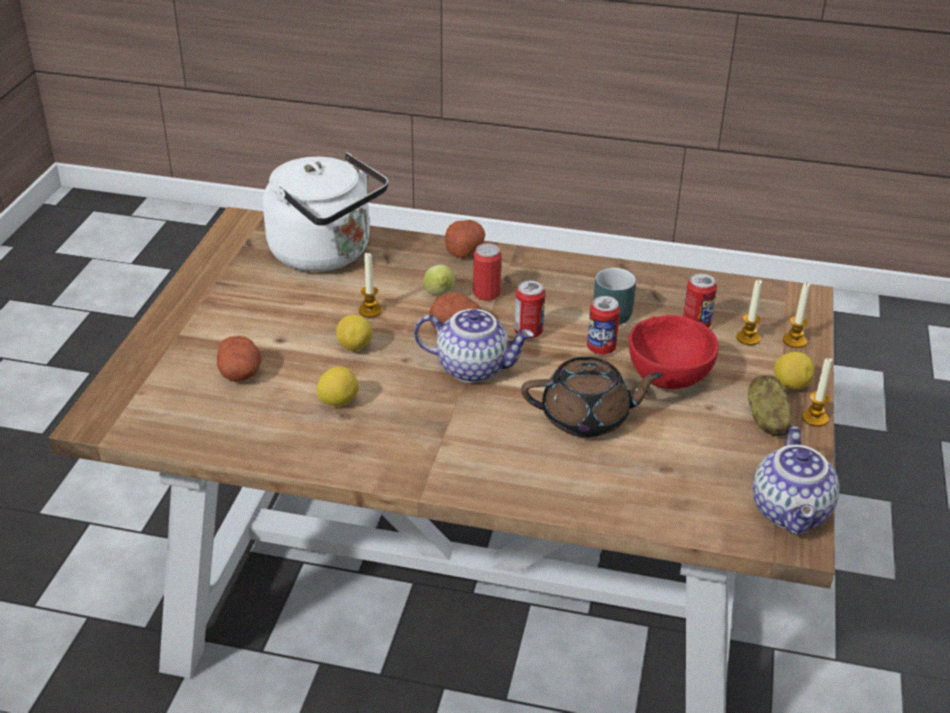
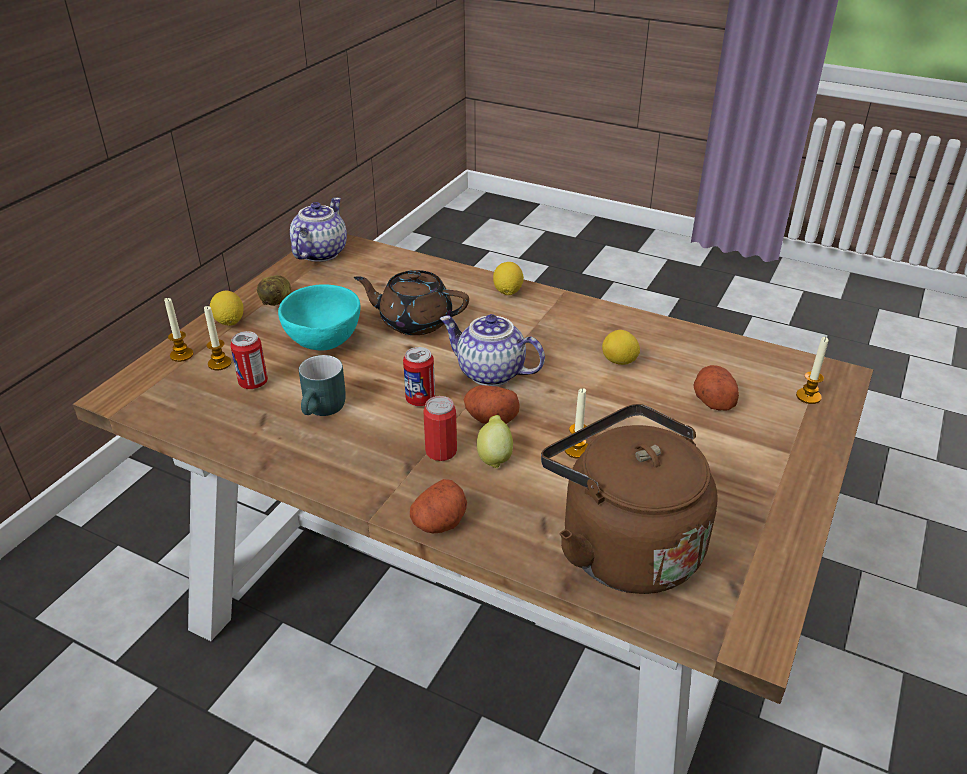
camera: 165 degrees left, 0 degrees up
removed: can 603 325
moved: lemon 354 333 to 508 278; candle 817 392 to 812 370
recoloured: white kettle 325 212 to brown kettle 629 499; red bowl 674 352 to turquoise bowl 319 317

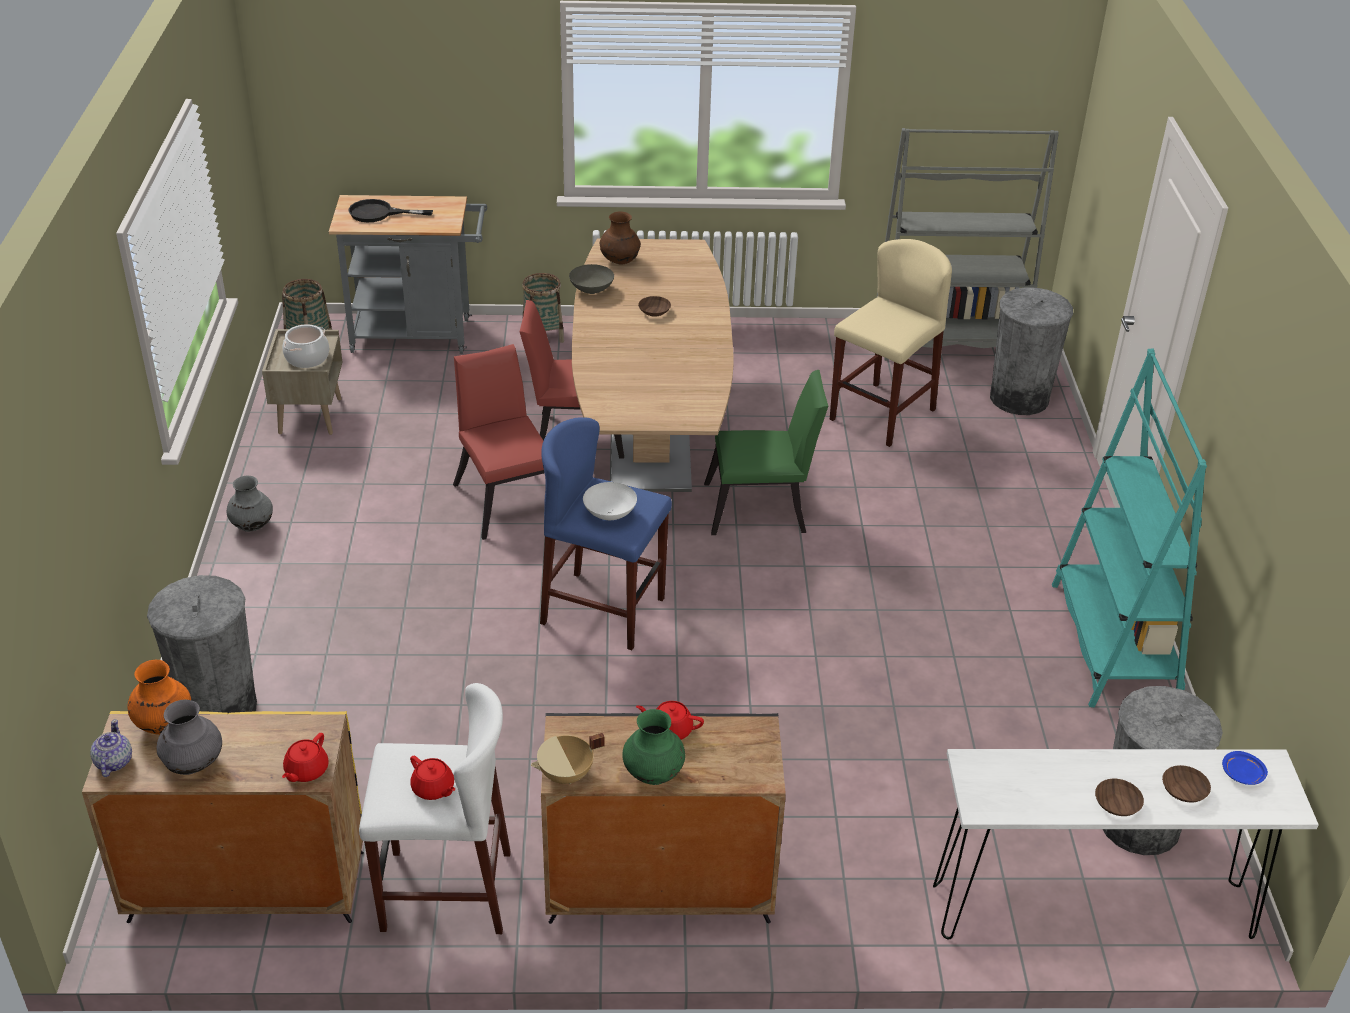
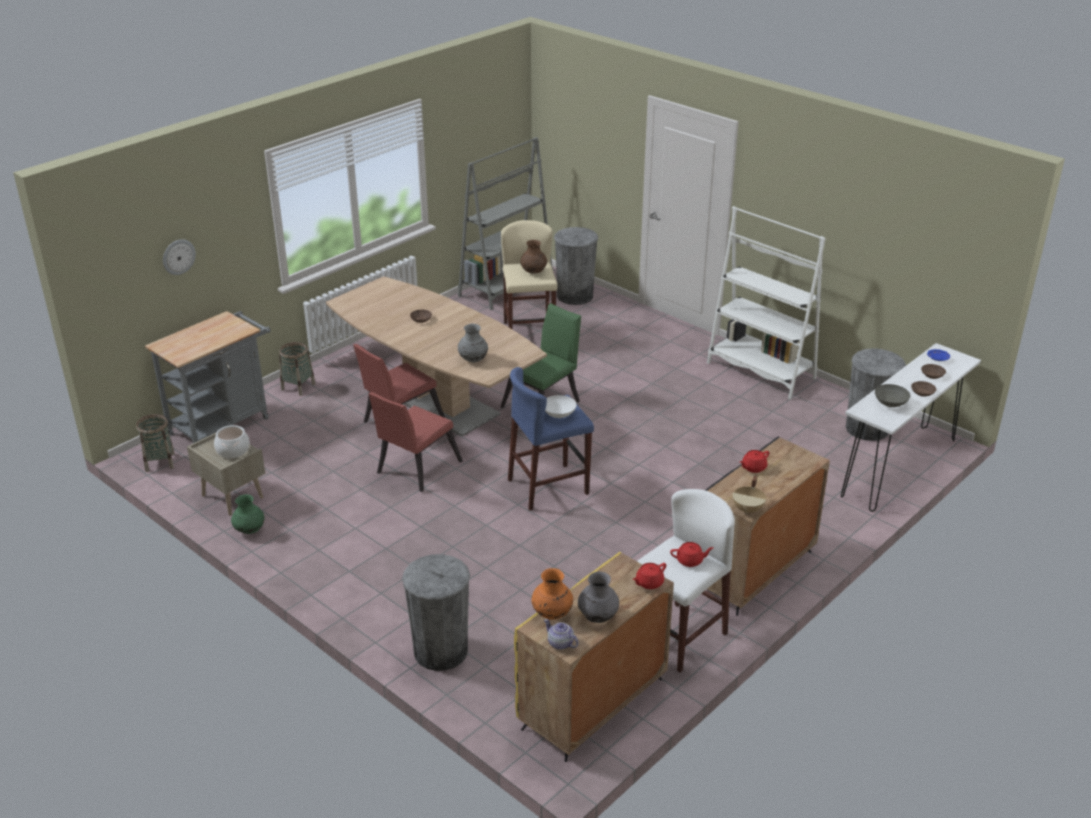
camera: 45 degrees left, 5 degrees down
removed: black frying pan 391 210
added: wall clock 179 257
moved: brown vase 620 238 to 533 257; grey bowl 591 279 to 892 395; grey vase 250 504 to 473 343; green vase 653 747 to 247 514
recoloured: turquoise bookcase 1129 527 to white bookcase 766 302
turned: red chair 498 442 = 415 442 75 degrees counterclockwise; red teapot 305 757 = 649 576 75 degrees clockwise

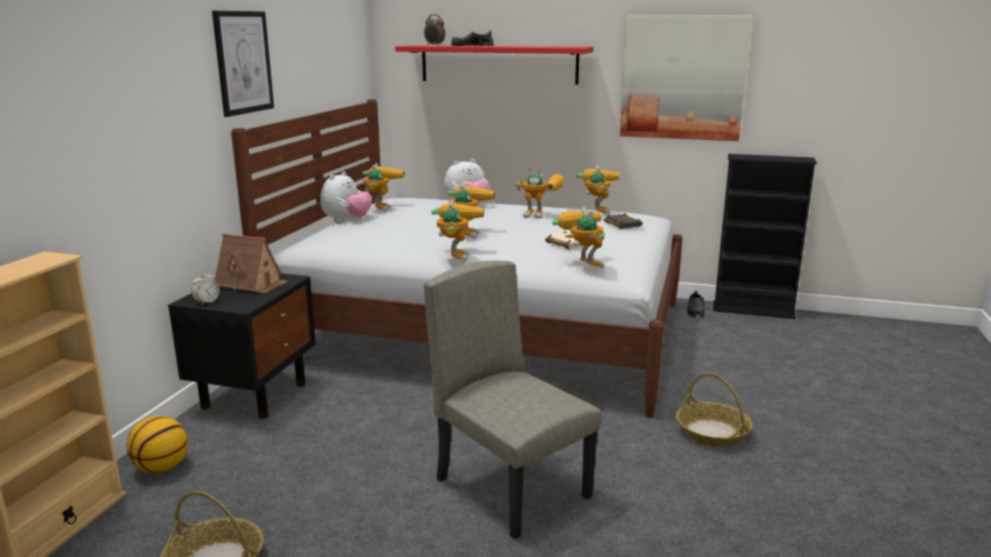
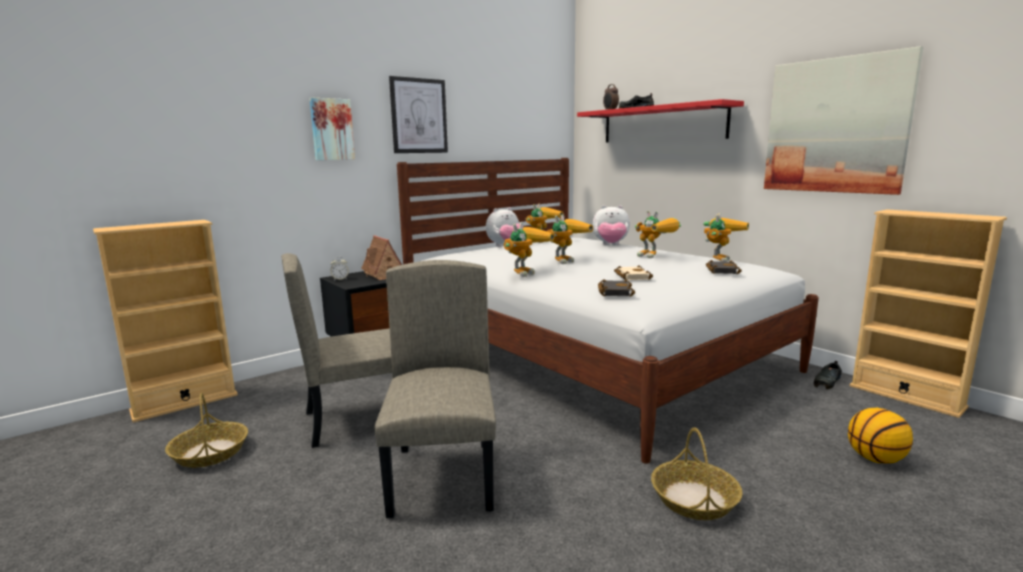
camera: 35 degrees right, 5 degrees down
added: picture 332 128; beige chair 336 350
moved: basketball 157 444 to 880 436
replaced: toy robot 578 237 to black book 616 288
recoloured: black bookcase 765 236 to beige bookcase 928 313

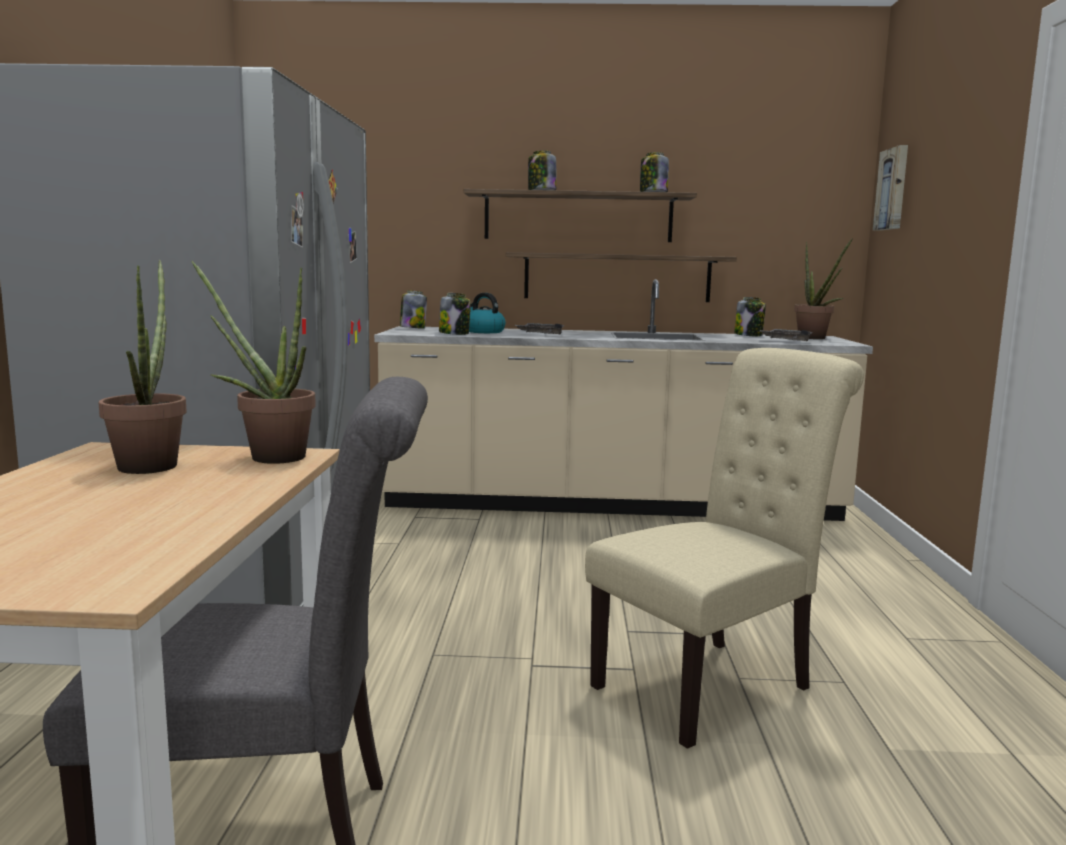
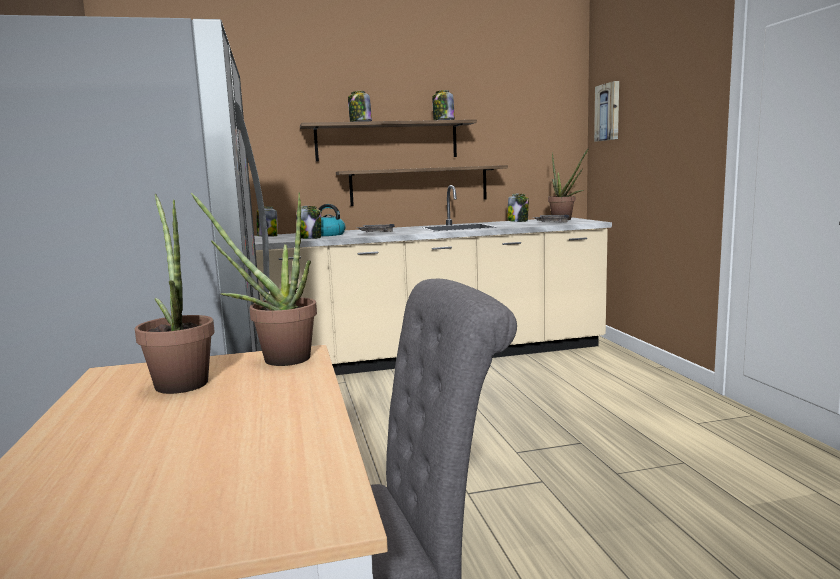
camera: 15 degrees left, 0 degrees up
removed: beige chair 724 548

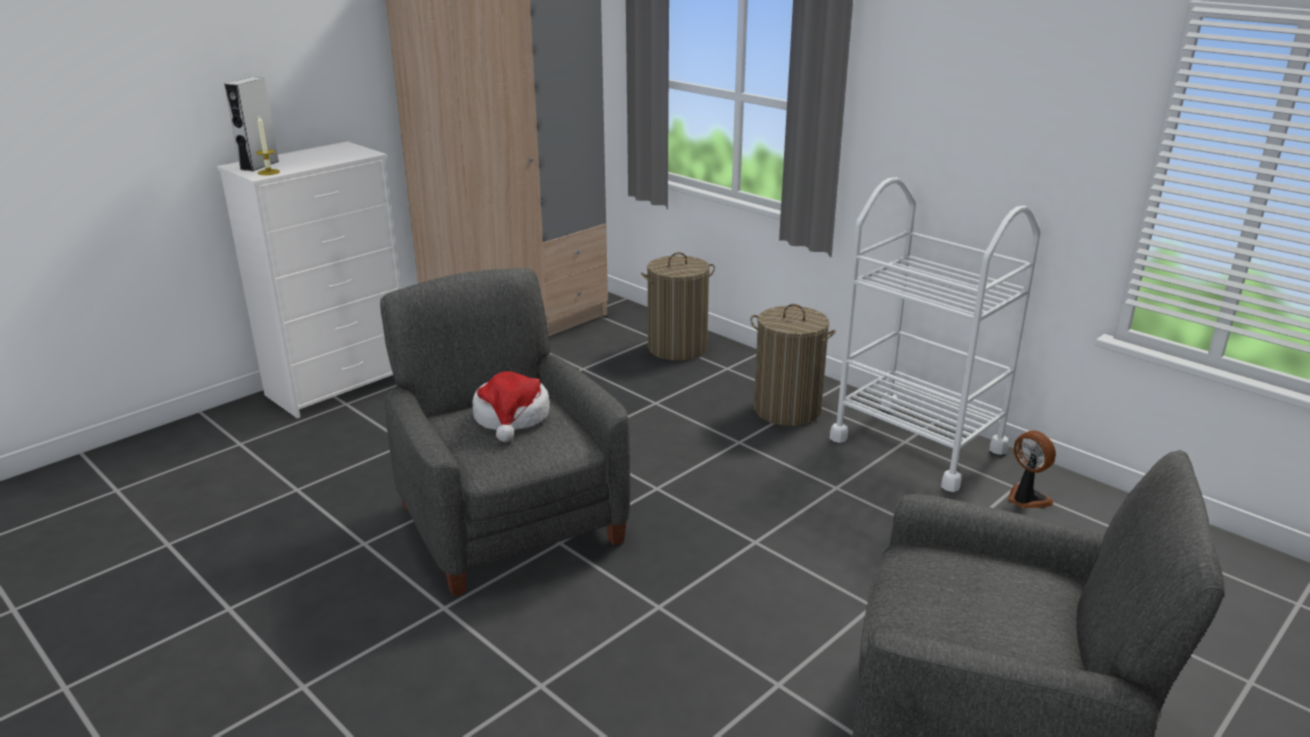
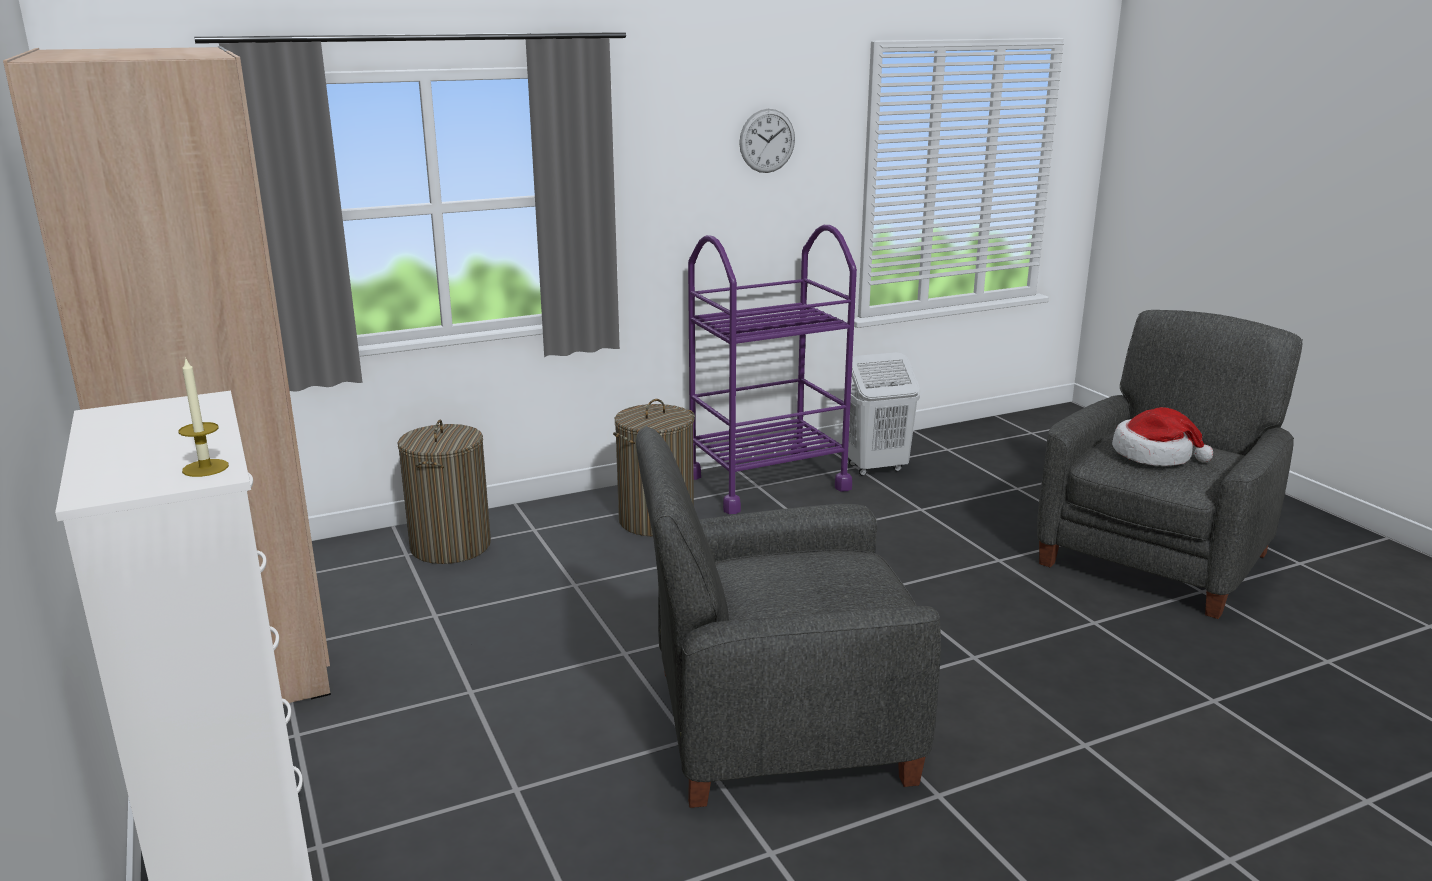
camera: 70 degrees left, 5 degrees down
removed: grey speaker 251 124
added: wall clock 767 141
moved: hat 511 406 to 1162 436
replaced: fan 1032 469 to white laundry basket 881 414
recoloured: white cart 935 334 to purple cart 772 369

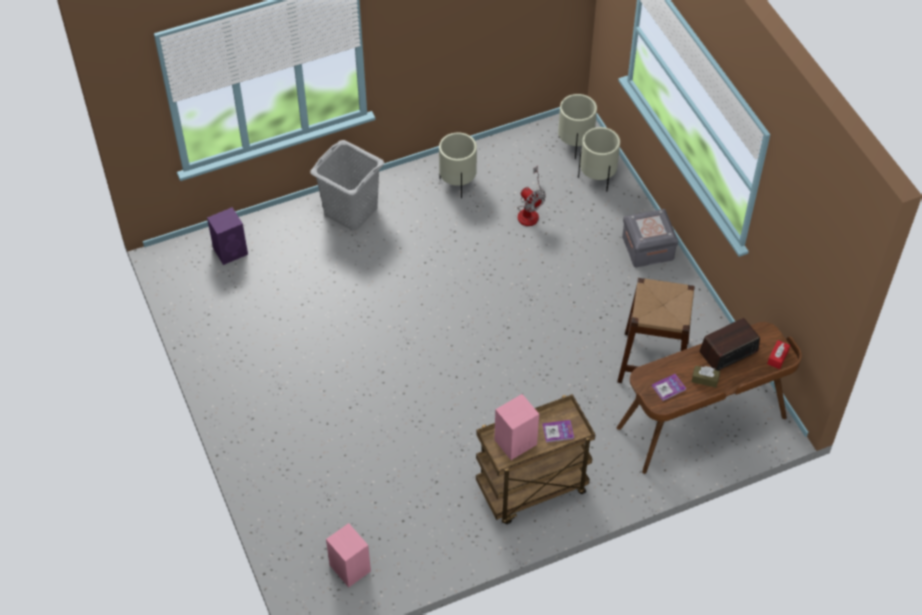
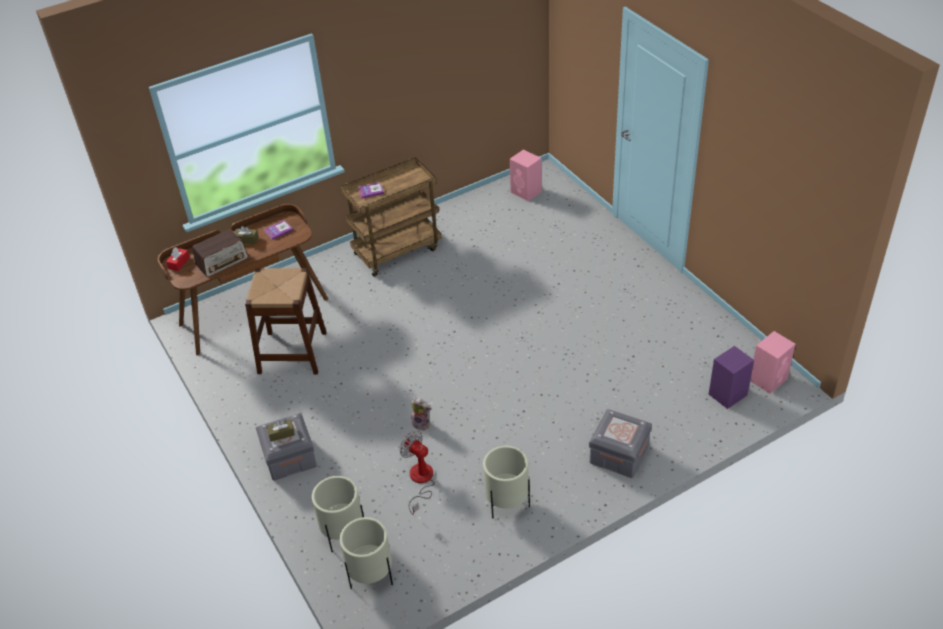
camera: 175 degrees right, 10 degrees down
added: plush toy 421 414; brown tissue box 281 430
moved: pink speaker 516 427 to 772 362
replaced: grey laundry basket 347 185 to grey storage box 620 443

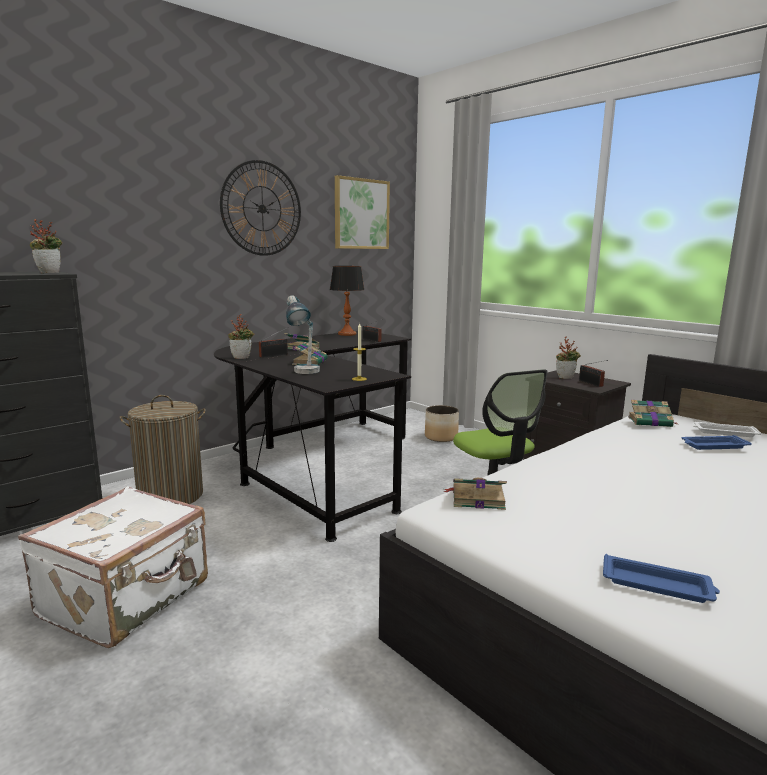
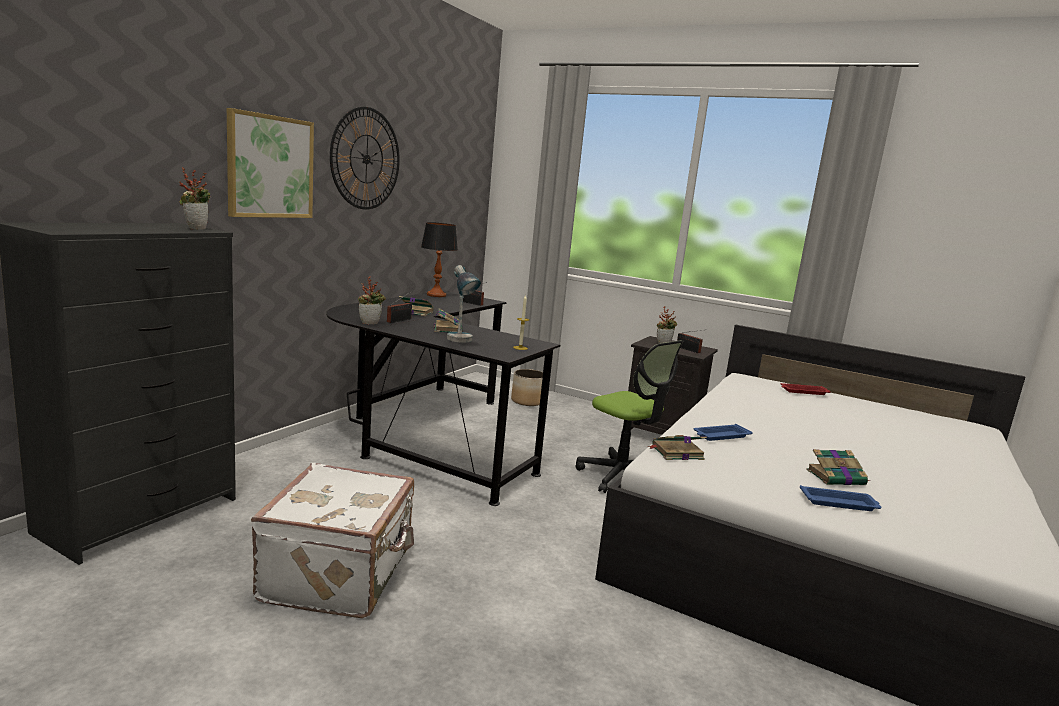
camera: 20 degrees left, 0 degrees up
removed: laundry basket 162 449
moved: picture 362 212 to 270 163; book 652 413 to 838 467; blue tray 717 442 to 723 432
recoloured: white tray 727 429 to red tray 806 389

